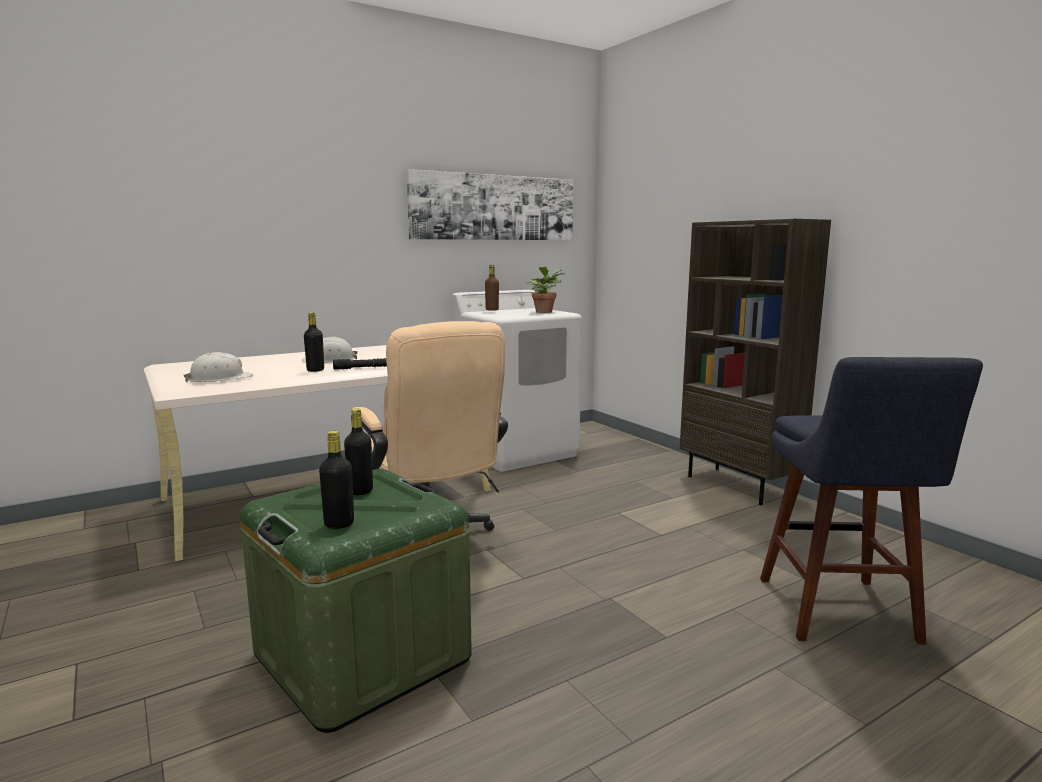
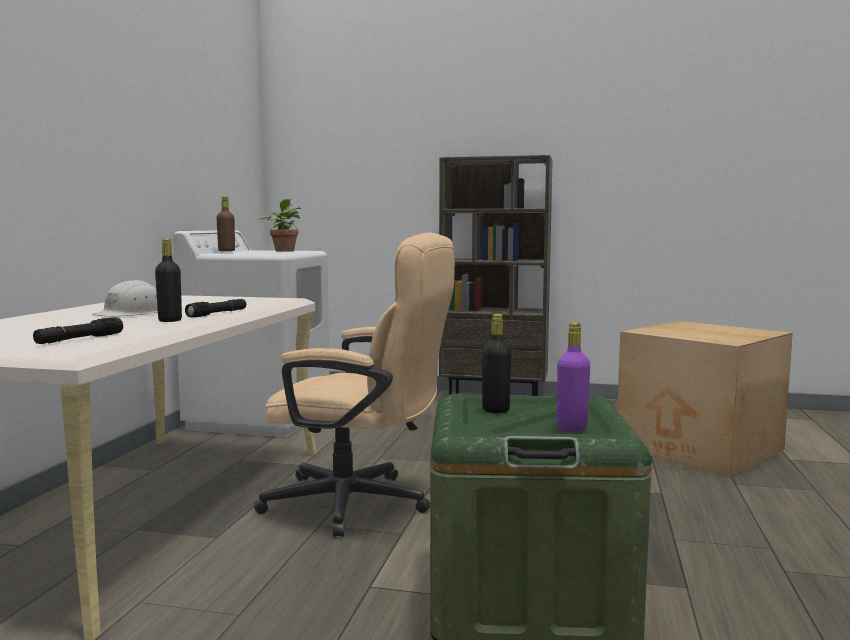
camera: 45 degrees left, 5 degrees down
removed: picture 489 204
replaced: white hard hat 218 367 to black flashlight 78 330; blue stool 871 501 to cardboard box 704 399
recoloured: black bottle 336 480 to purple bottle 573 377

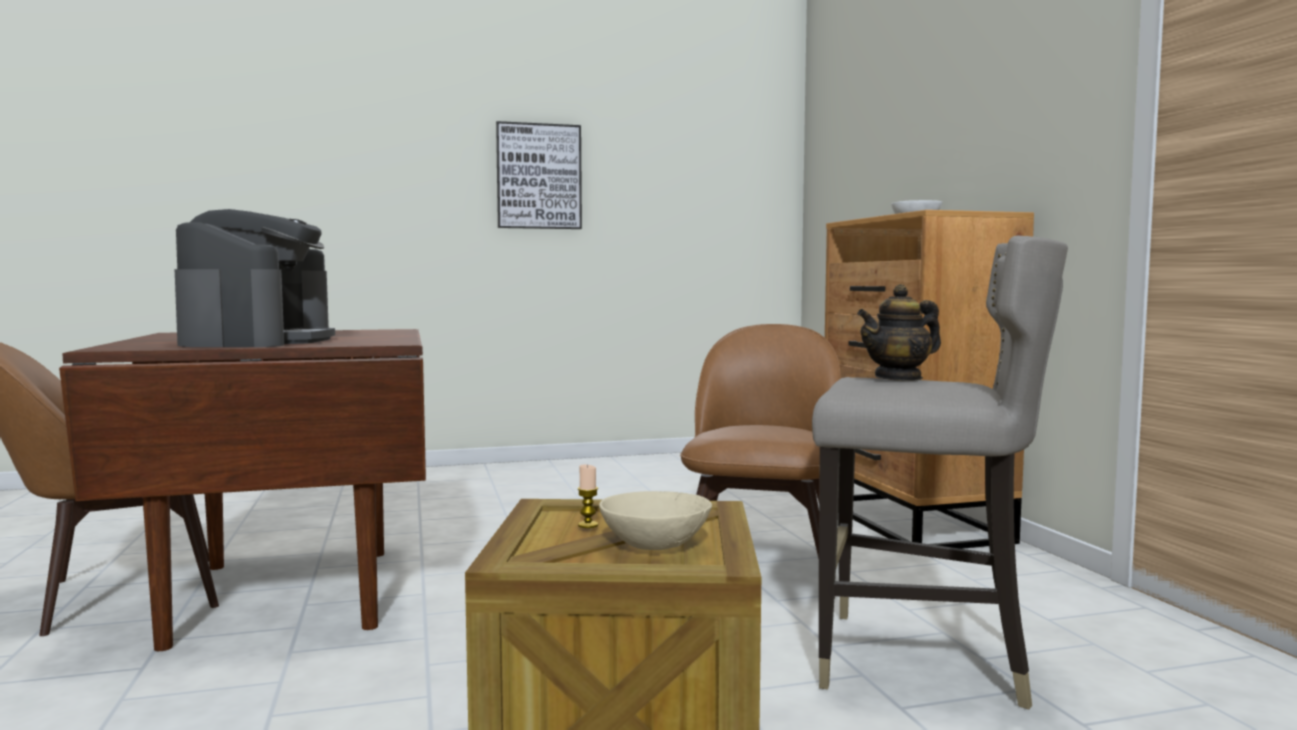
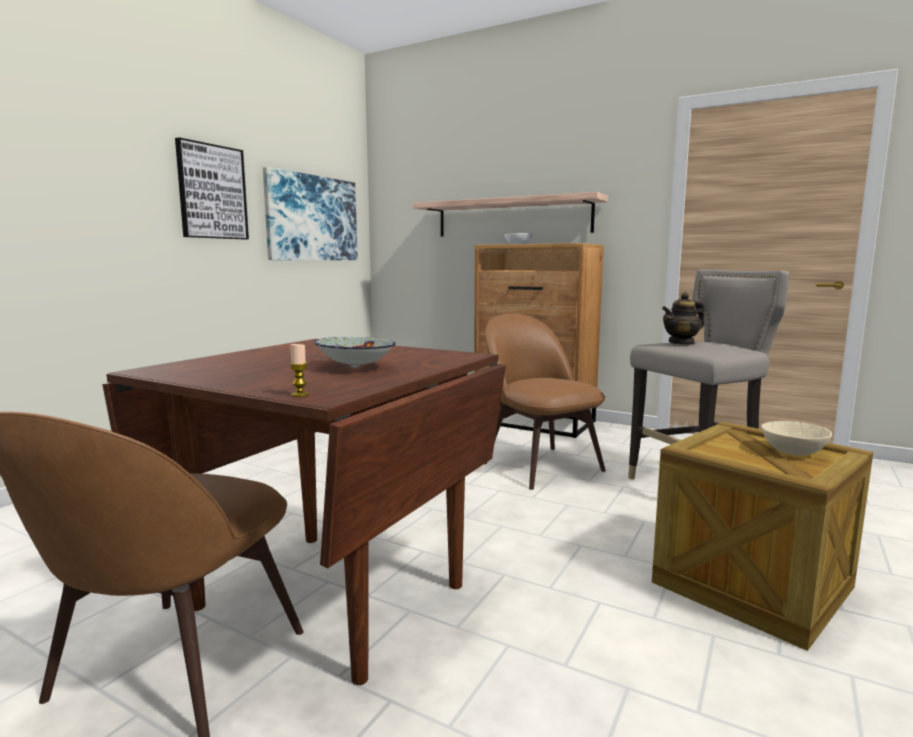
camera: 45 degrees left, 5 degrees up
added: picture 310 213; shelf 510 214
moved: candle 588 496 to 299 370
replaced: coffee machine 255 278 to bowl 355 352
turned: teapot 899 332 = 683 318 45 degrees clockwise

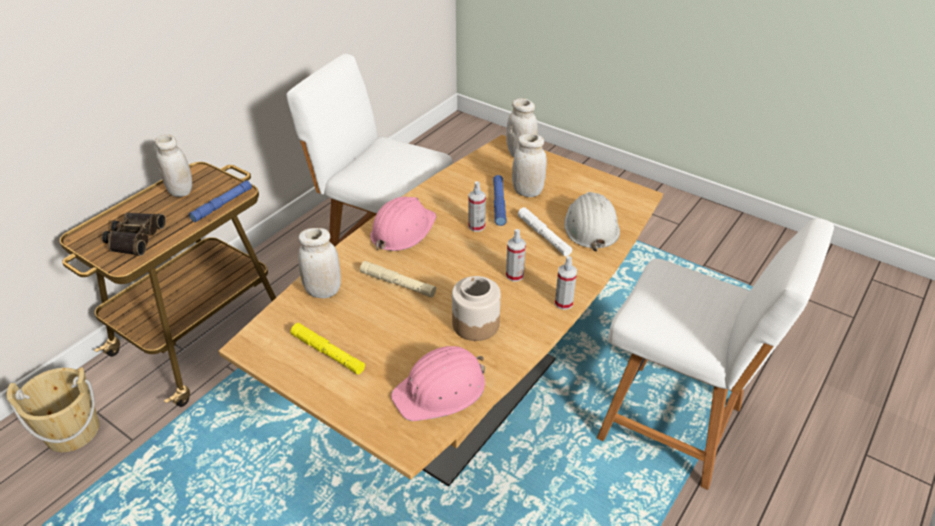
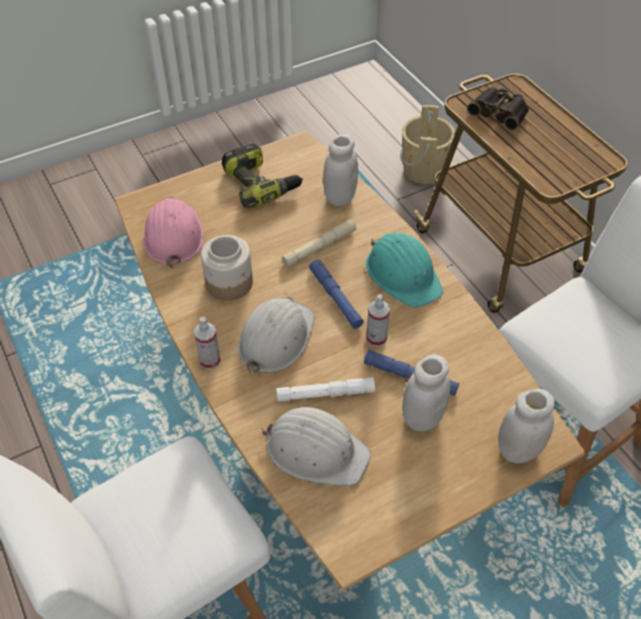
camera: 115 degrees right, 10 degrees up
removed: white jar 173 165
moved: blue flashlight 220 201 to 336 294
replaced: spray bottle 516 255 to white hard hat 276 335; yellow flashlight 327 349 to power drill 262 176
recoloured: pink hard hat 403 224 to turquoise hard hat 404 270

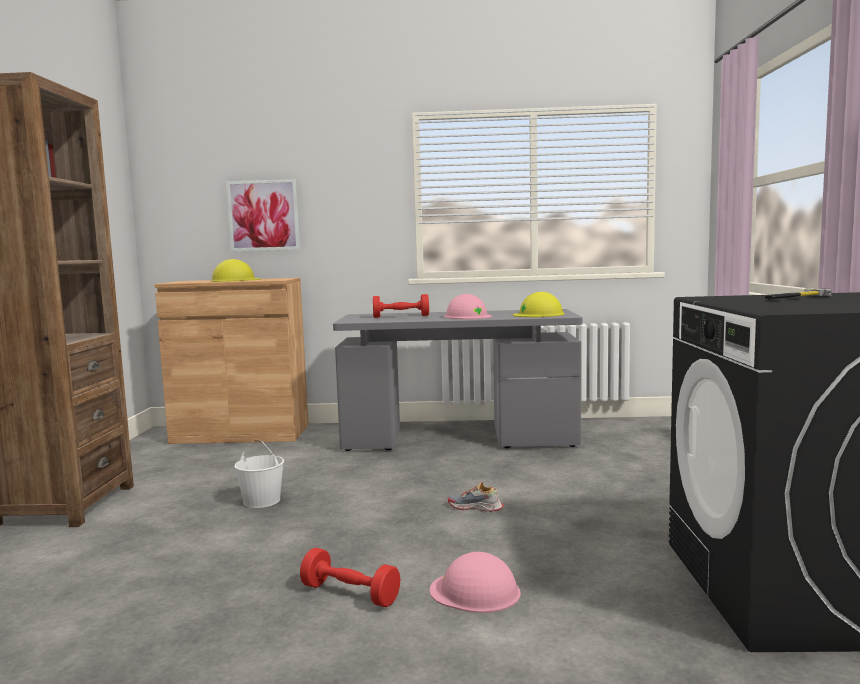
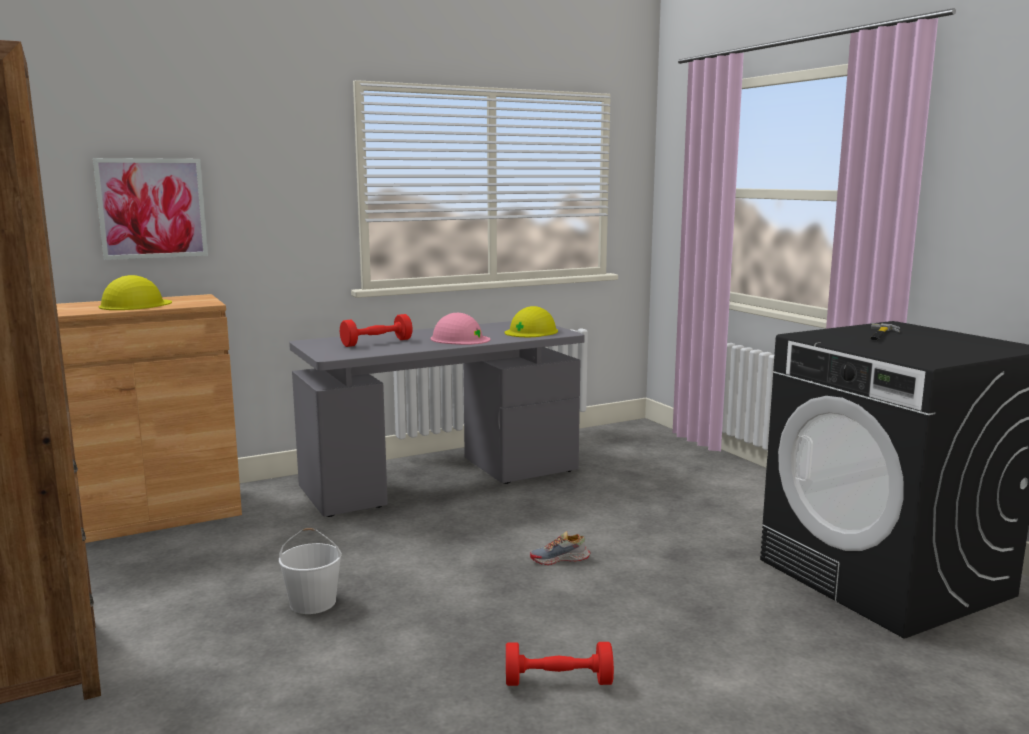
camera: 30 degrees left, 5 degrees up
removed: pink hard hat 475 582

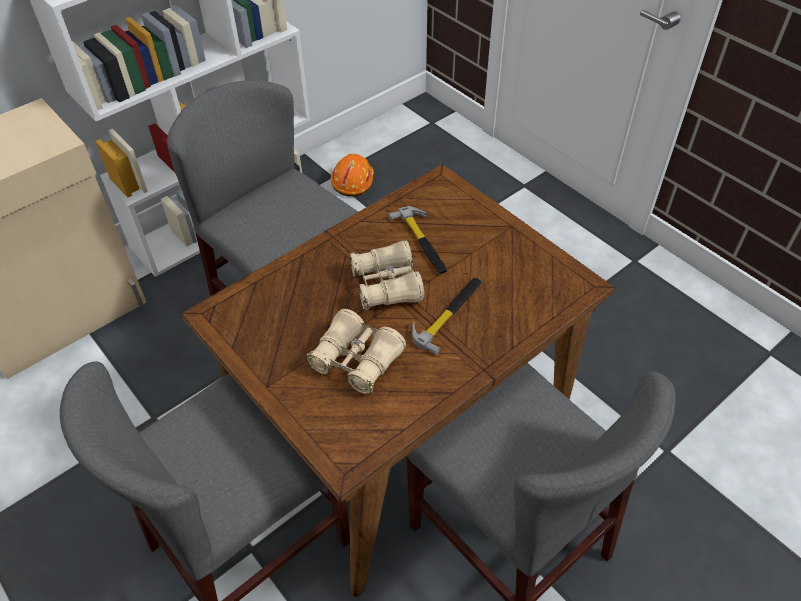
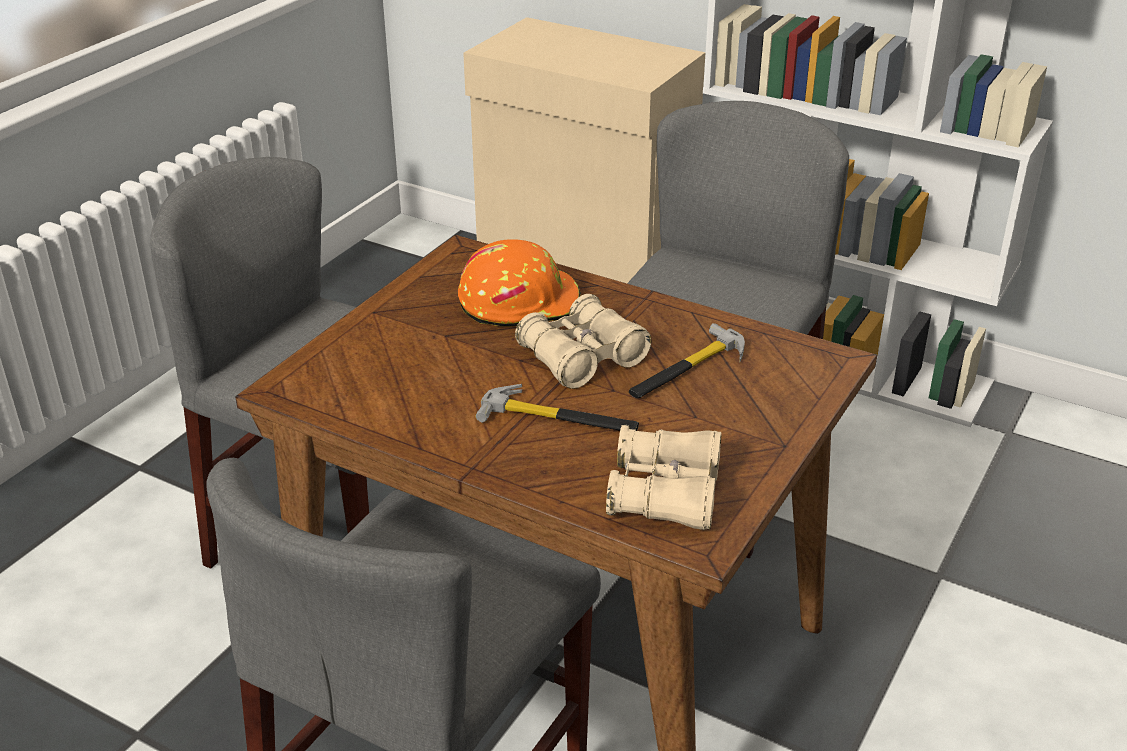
camera: 70 degrees right, 15 degrees down
moved: orange hard hat 352 175 to 519 282; beige binoculars 356 351 to 664 477

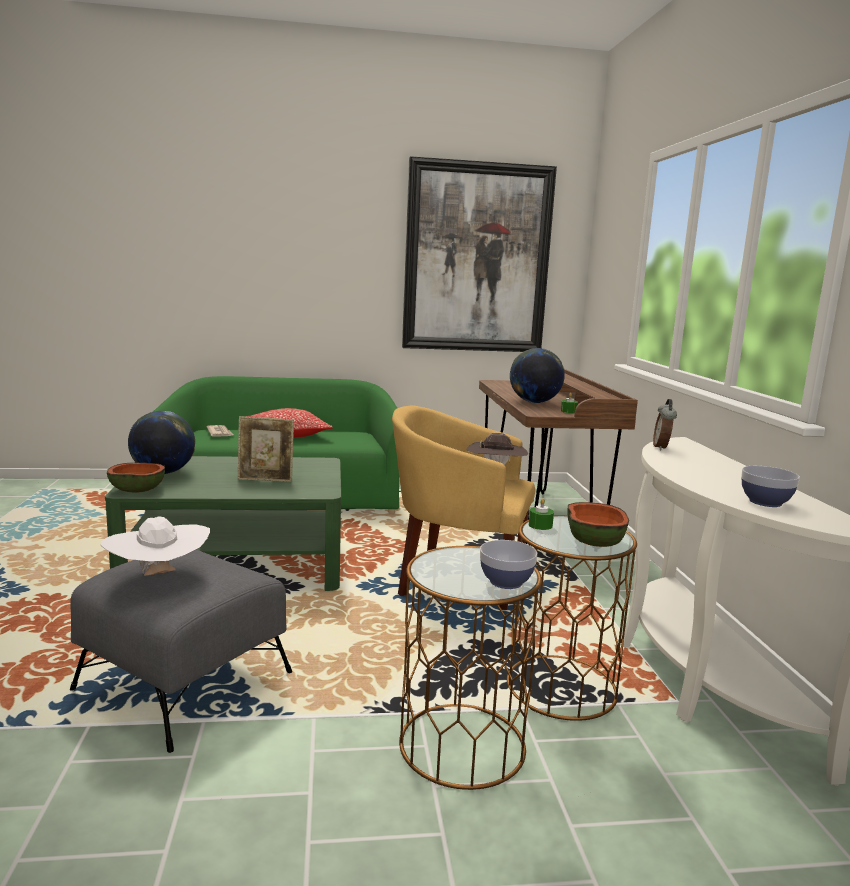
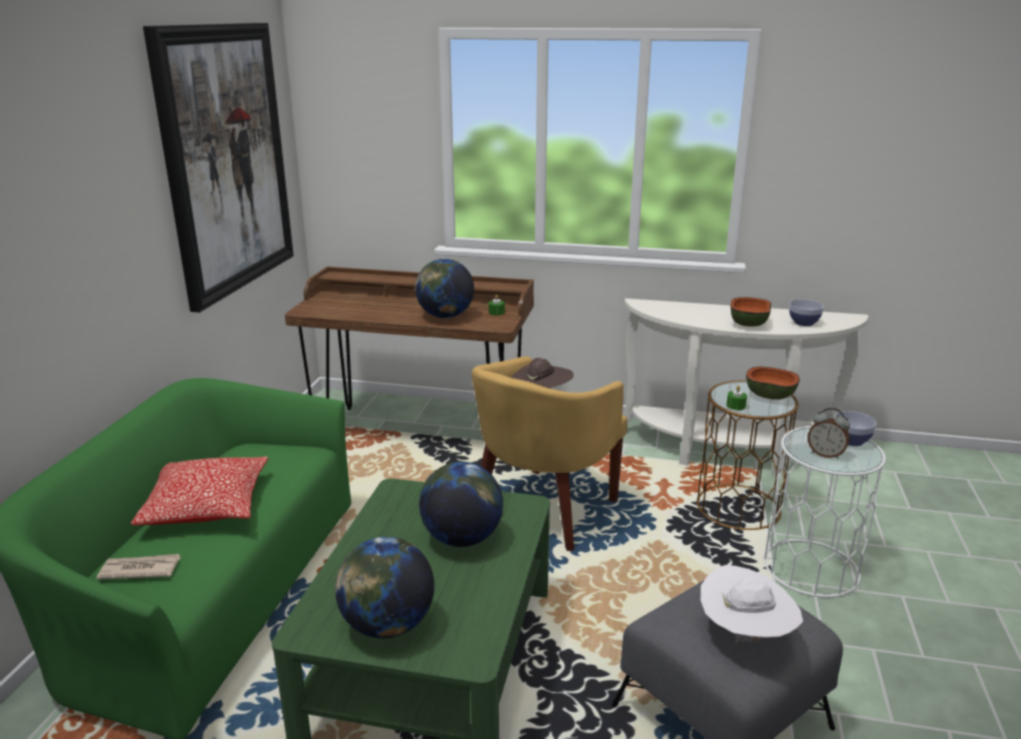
camera: 70 degrees left, 10 degrees up
moved: alarm clock 665 424 to 829 433; bowl 136 477 to 751 312
replaced: picture frame 266 449 to globe 461 504
recoloured: brown side table 470 668 to white side table 825 512

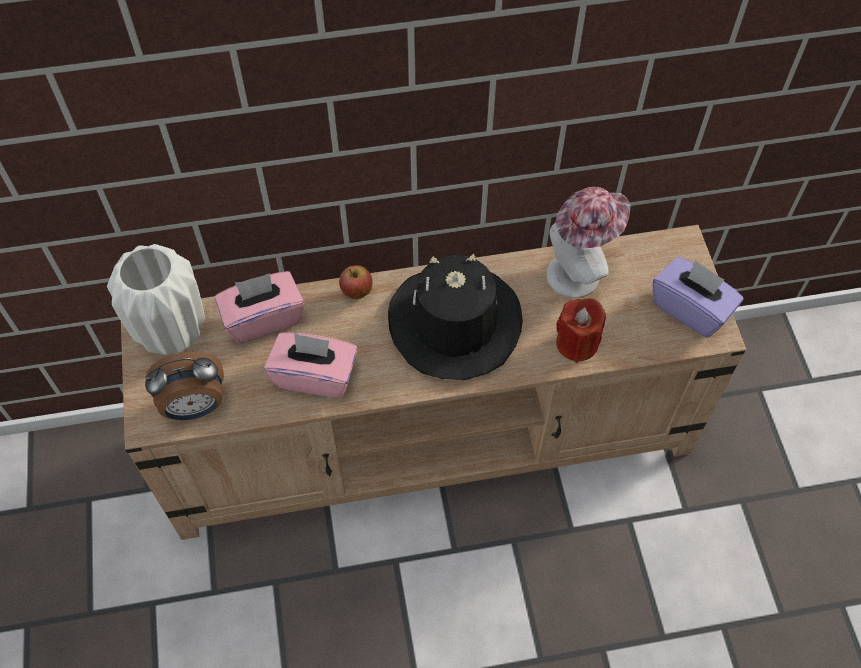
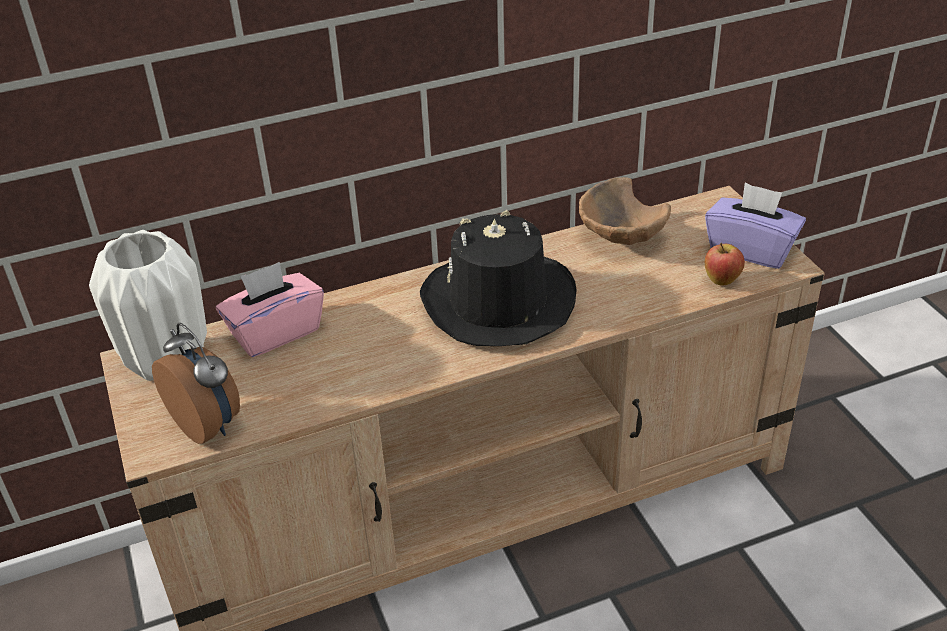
camera: 10 degrees left, 20 degrees down
removed: red candle 581 330; pink tissue box 311 365
moved: apple 356 282 to 725 264
replaced: hat 588 242 to brown bowl 625 211
turned: alarm clock 184 386 = 196 383 105 degrees counterclockwise

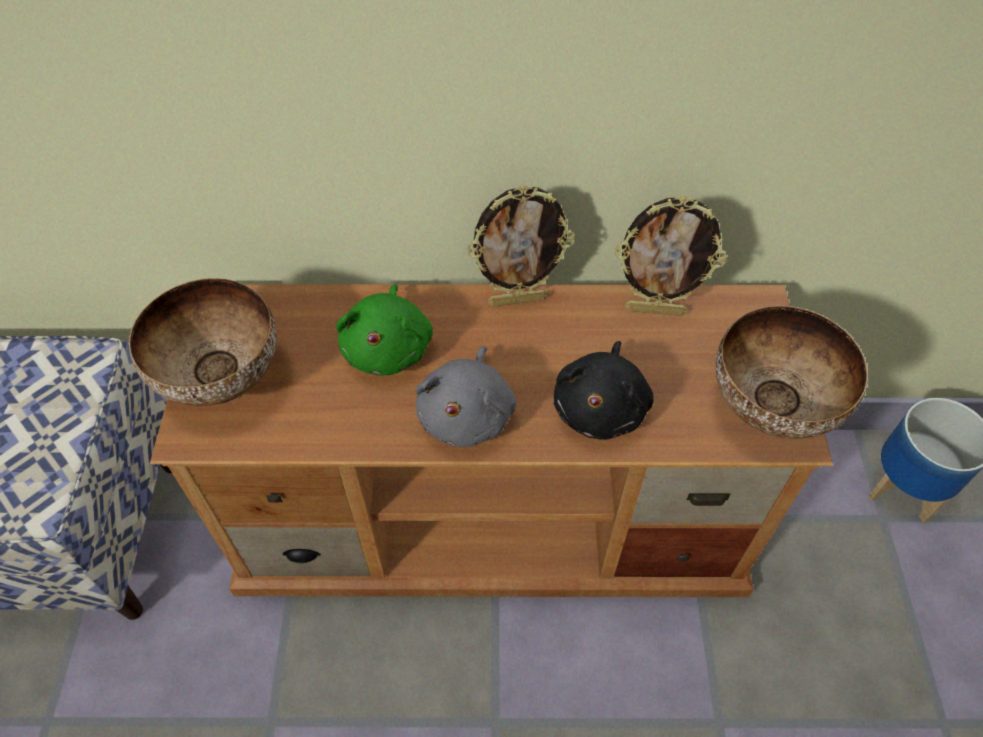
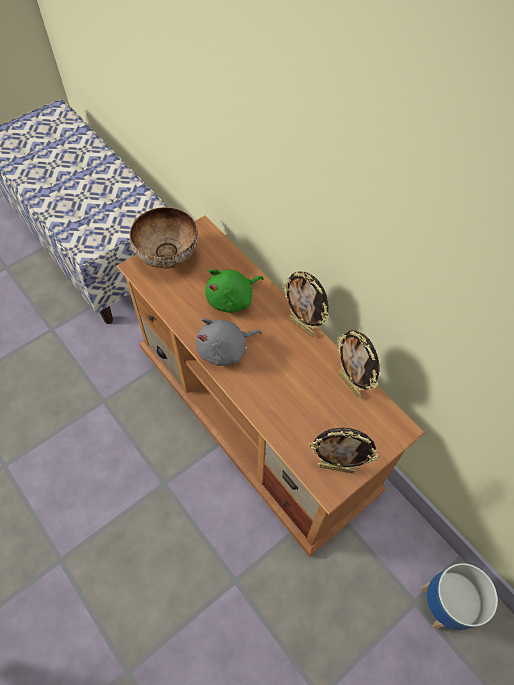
camera: 50 degrees right, 5 degrees up
removed: black plush toy 604 390
replaced: bowl 792 372 to picture frame 344 451

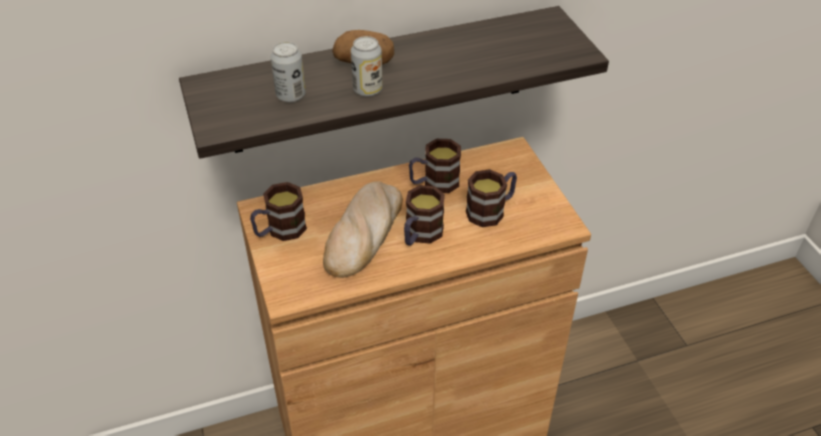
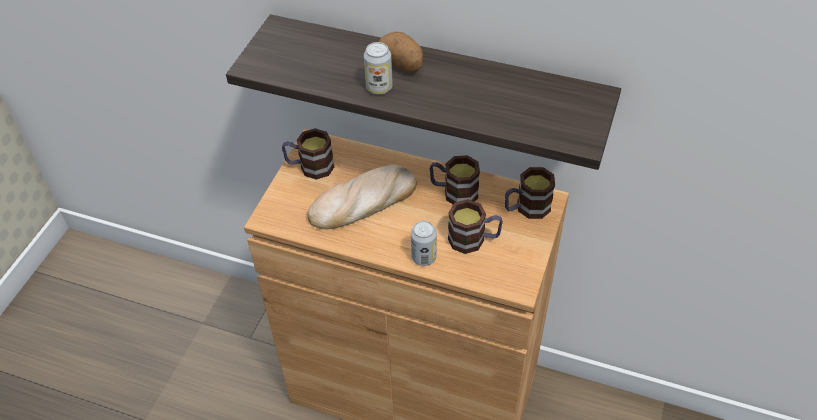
camera: 40 degrees right, 5 degrees up
moved: can 288 72 to 424 243; mug 424 215 to 530 193

